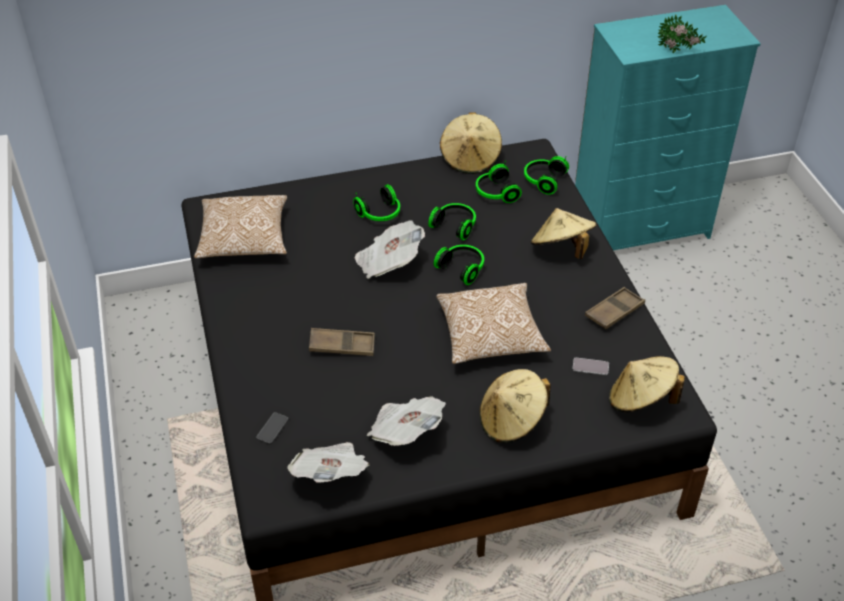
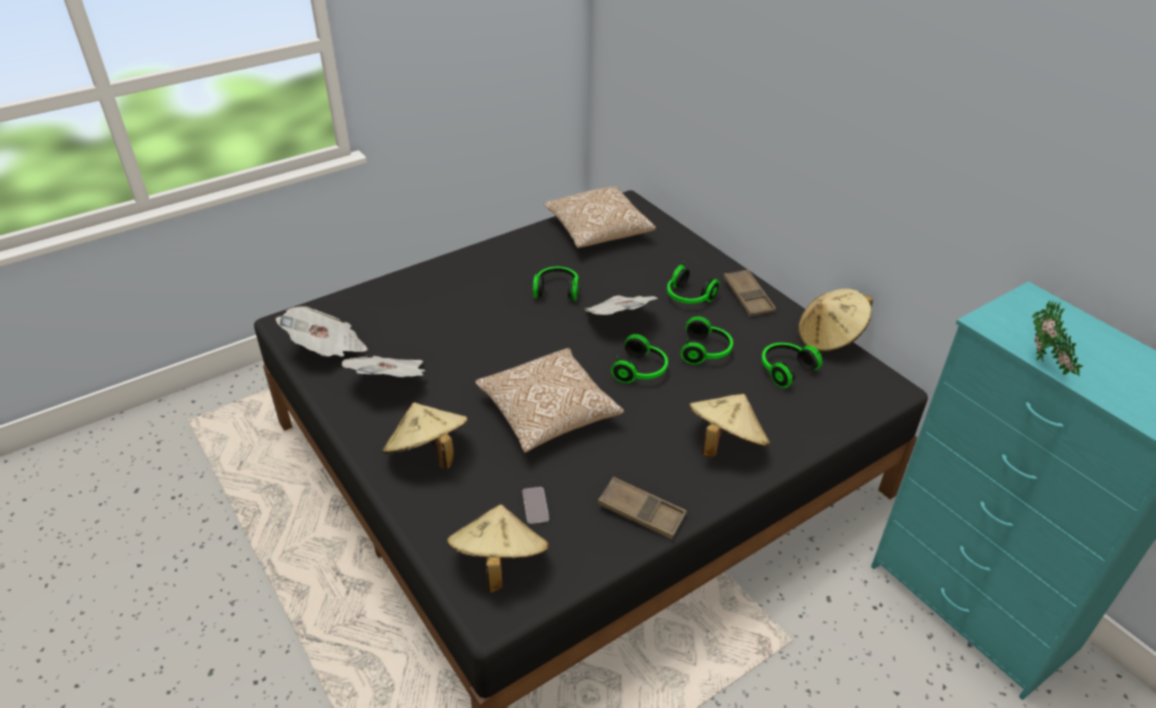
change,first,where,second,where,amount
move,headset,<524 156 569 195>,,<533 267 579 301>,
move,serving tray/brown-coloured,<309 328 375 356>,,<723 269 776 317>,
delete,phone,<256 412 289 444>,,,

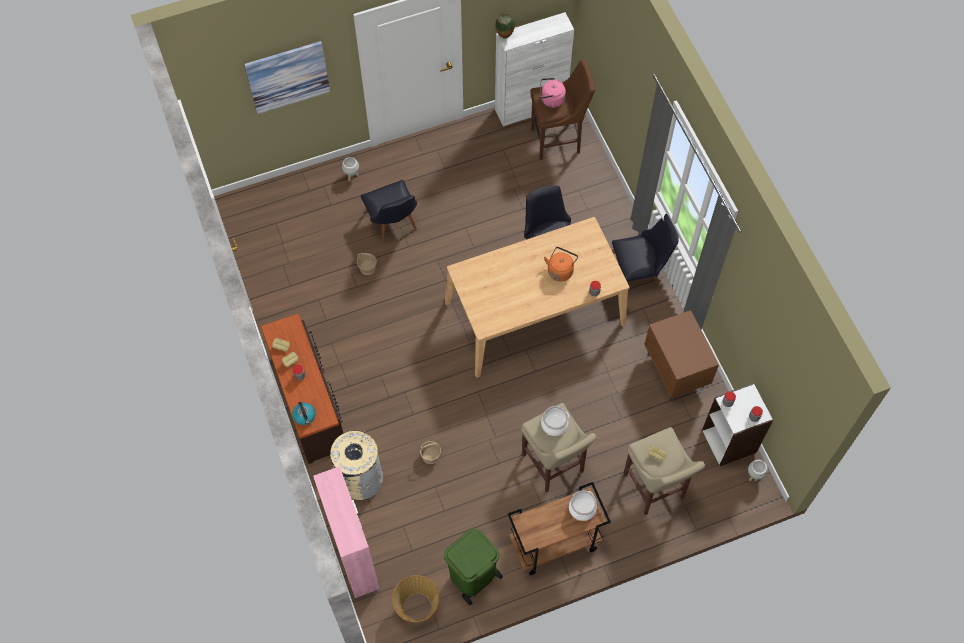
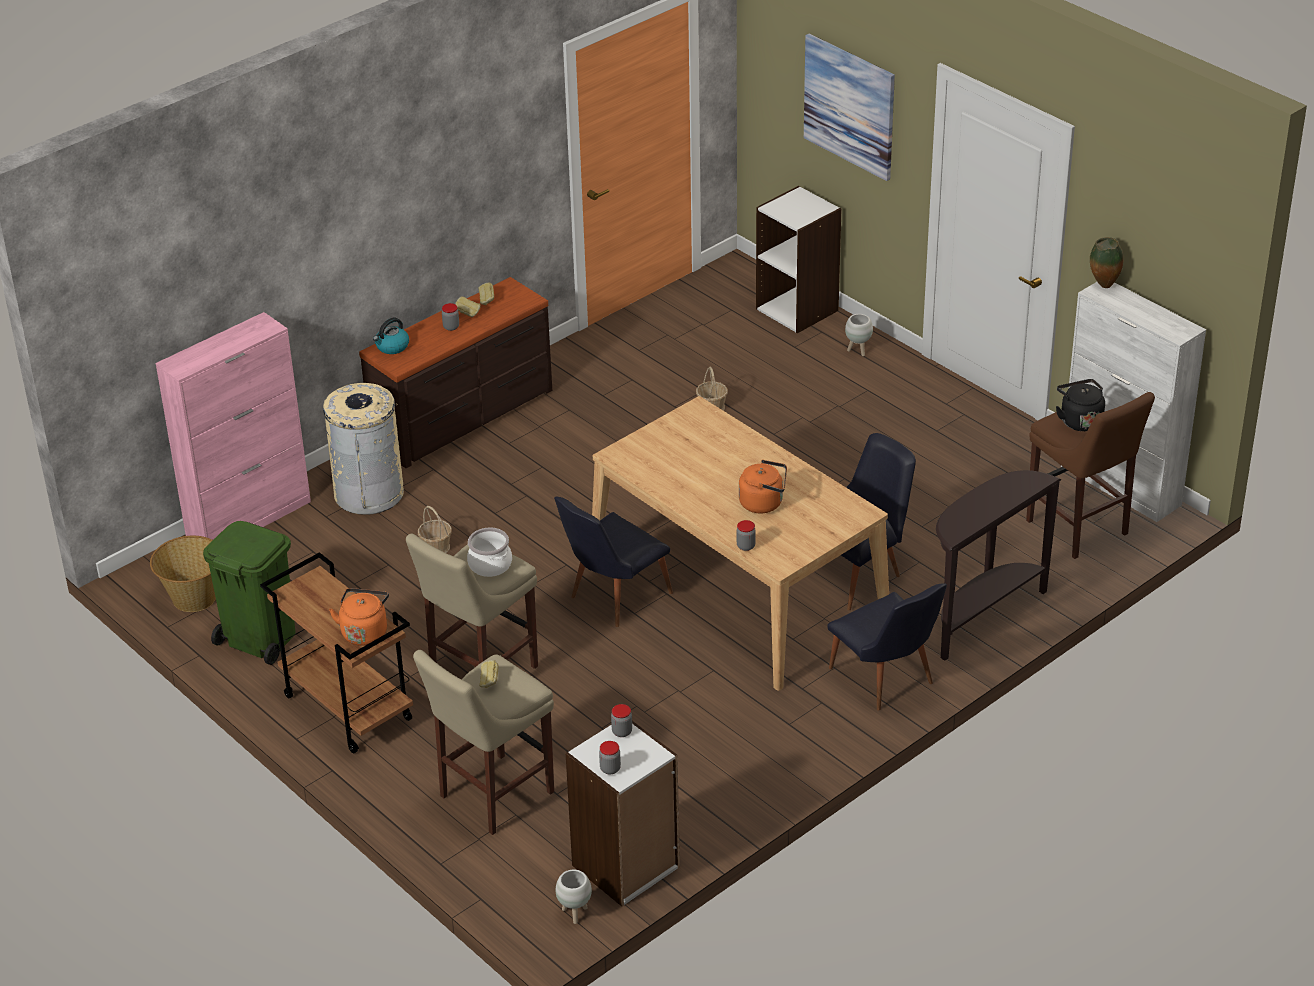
change,first,where,second,where,amount
recolor,kettle/pink,<540 78 566 108>,kettle/black,<1056 379 1105 431>,
move,upright chair/black,<361 180 417 243>,,<554 496 673 627>,
delete,bedside table/brown-coloured,<644 310 719 399>,,,
replace,saucepot,<569 490 597 521>,kettle/orange-coloured,<329 588 389 646>,
insert,,,shelving unit/white-coloured,<756 186 842 333>,
insert,,,hall table/brown-coloured,<936 470 1061 661>,

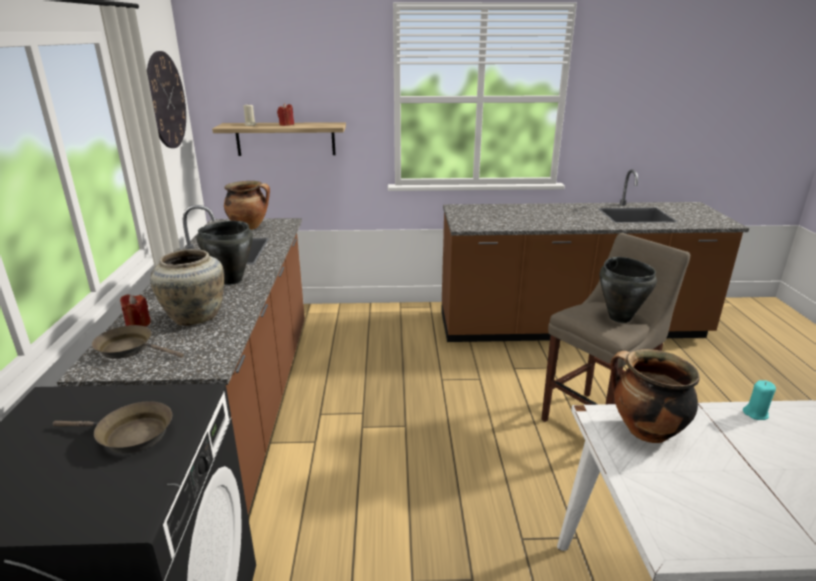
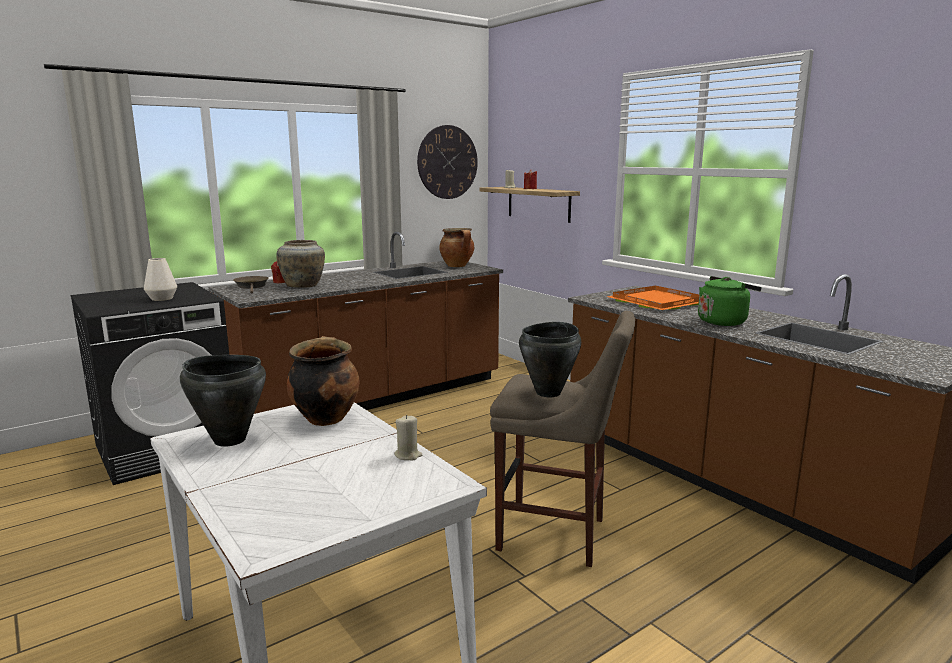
change,first,where,second,where,amount
move,saucepot/black,<197 221 253 285>,,<180 355 266 447>,
recolor,wax light/turquoise-coloured,<743 380 776 420>,wax light/beige-coloured,<394 415 422 460>,
replace,pan/brown-coloured,<53 401 172 454>,vase/white-coloured,<144 258 177 301>,
insert,,,kettle/greenish,<698 276 762 326>,
insert,,,serving tray/orange-coloured,<608 286 699 310>,

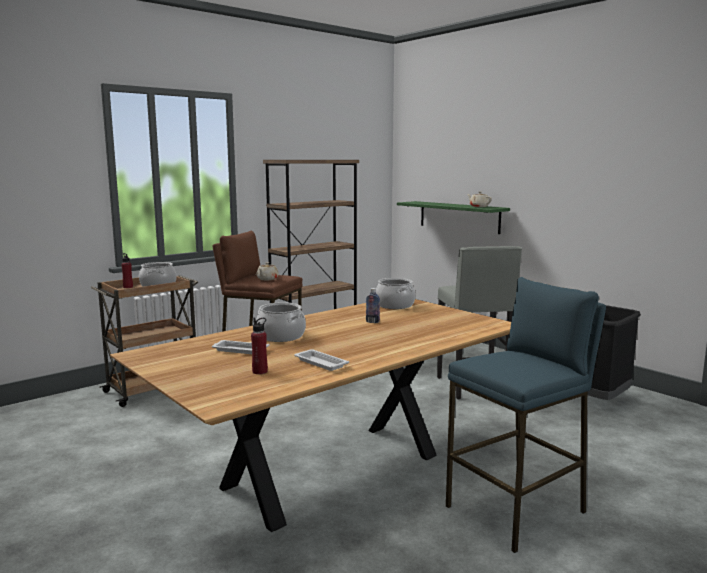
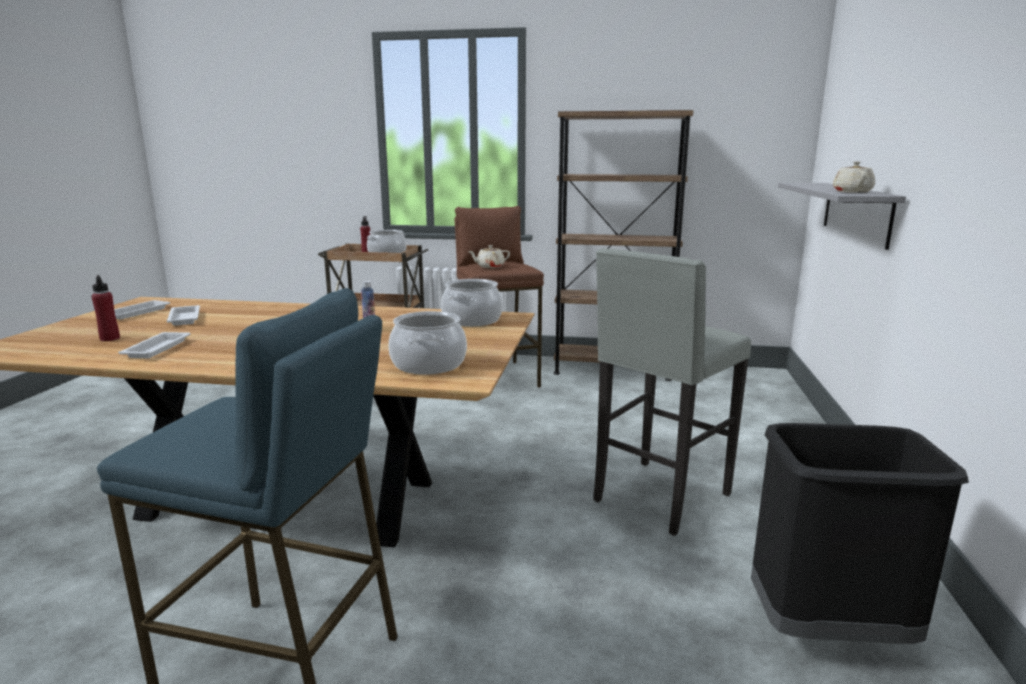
change,first,where,second,where,amount
recolor,wall shelf/greenish,<397 201 510 234>,wall shelf/grey,<778 183 906 250>,
move,saucepot,<256 302 306 342>,,<389 311 467 375>,
insert,,,serving tray/white-coloured,<114 300 170 319>,

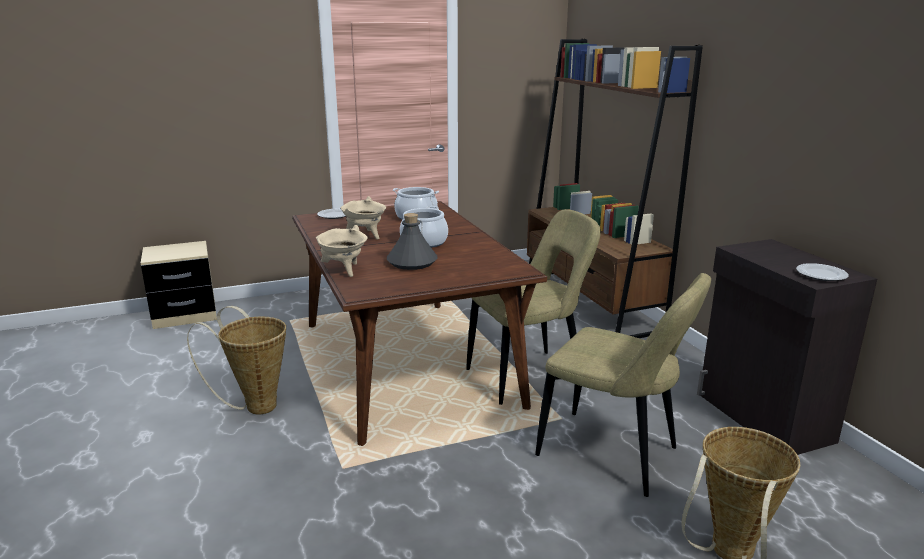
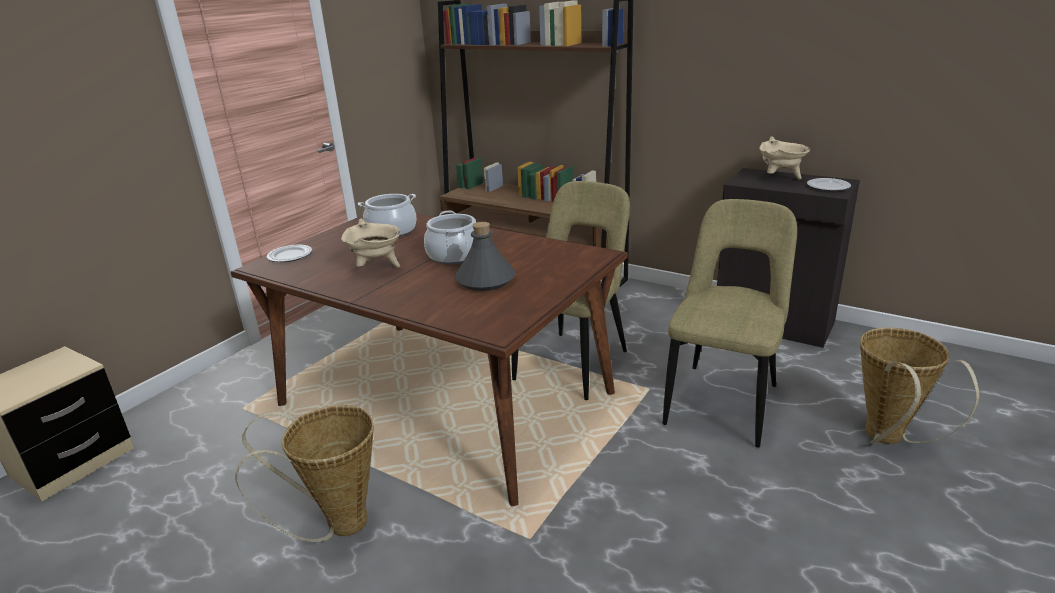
change,first,where,second,where,amount
move,saucepot/beige-coloured,<316 225 368 277>,,<759 136 810 180>,
rotate,upright chair/beige-coloured,<535 273 711 497>,,<663 199 797 447>,60 degrees counterclockwise

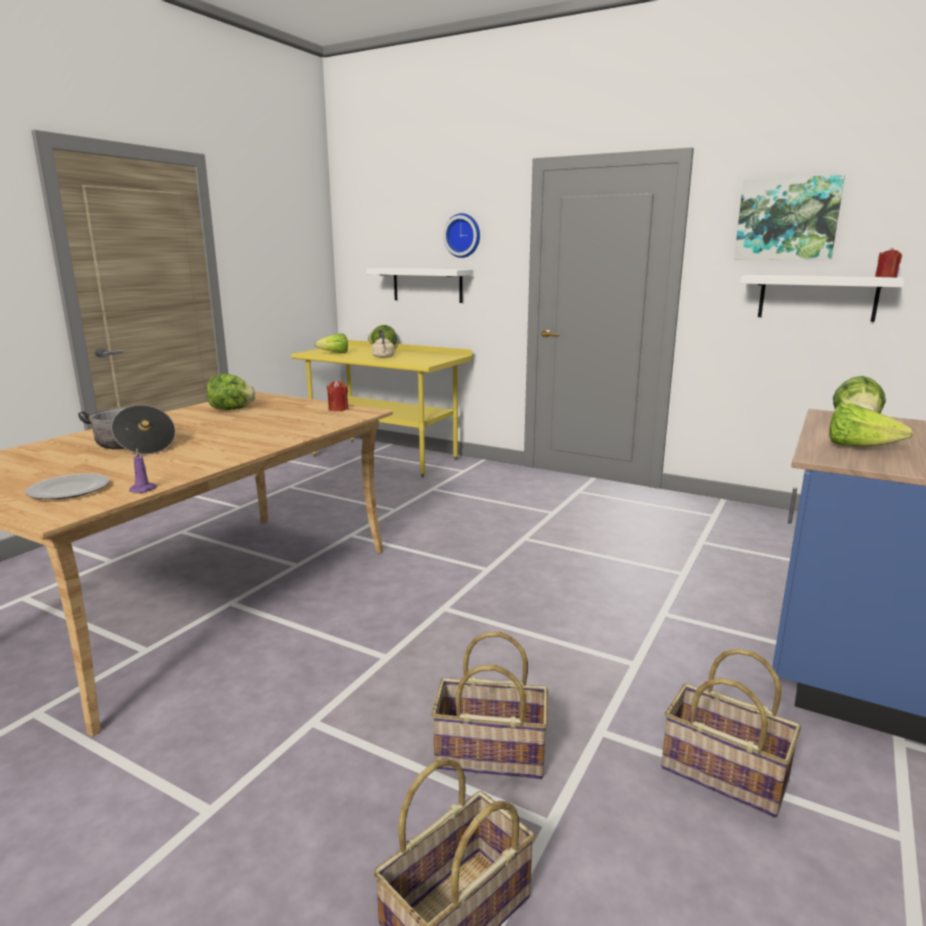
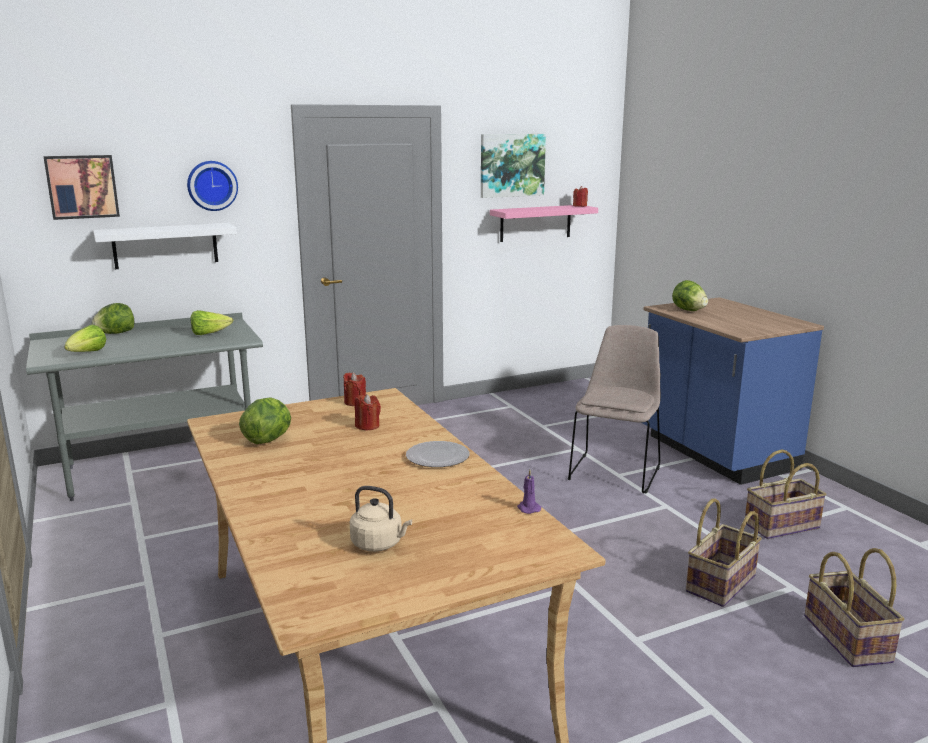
change,first,where,second,where,amount
recolor,wall shelf/white-coloured,<740 275 905 322>,wall shelf/pink,<490 205 598 242>,
move,kettle/beige-coloured,<372 329 394 358>,,<350 486 412 552>,
recolor,desk table/yellowish,<291 340 472 478>,desk table/grey,<26 313 263 501>,
move,lettuce,<829 403 914 447>,,<191 310 233 335>,
delete,saucepot,<78 405 176 454>,,,
move,flat dish,<25 473 110 499>,,<406 441 470 467>,
insert,,,wall art,<43 155 120 220>,
insert,,,upright chair/beige-coloured,<568 325 661 494>,
insert,,,wax light/red,<355 394 381 430>,

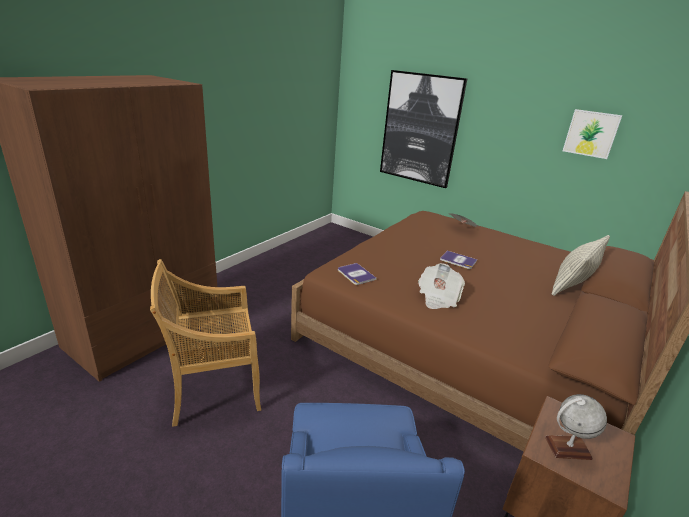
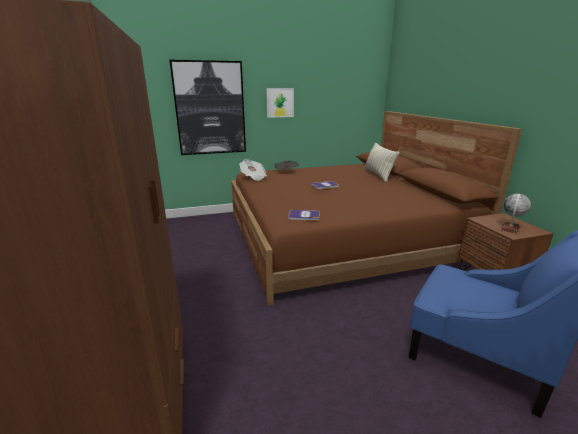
change,first,where,second,where,amount
move,wall art,<563 109 623 159>,,<266 88 294 118>,
delete,upright chair/beige-coloured,<150 259 261 427>,,,
move,newspaper,<418 263 465 309>,,<239 159 267 181>,

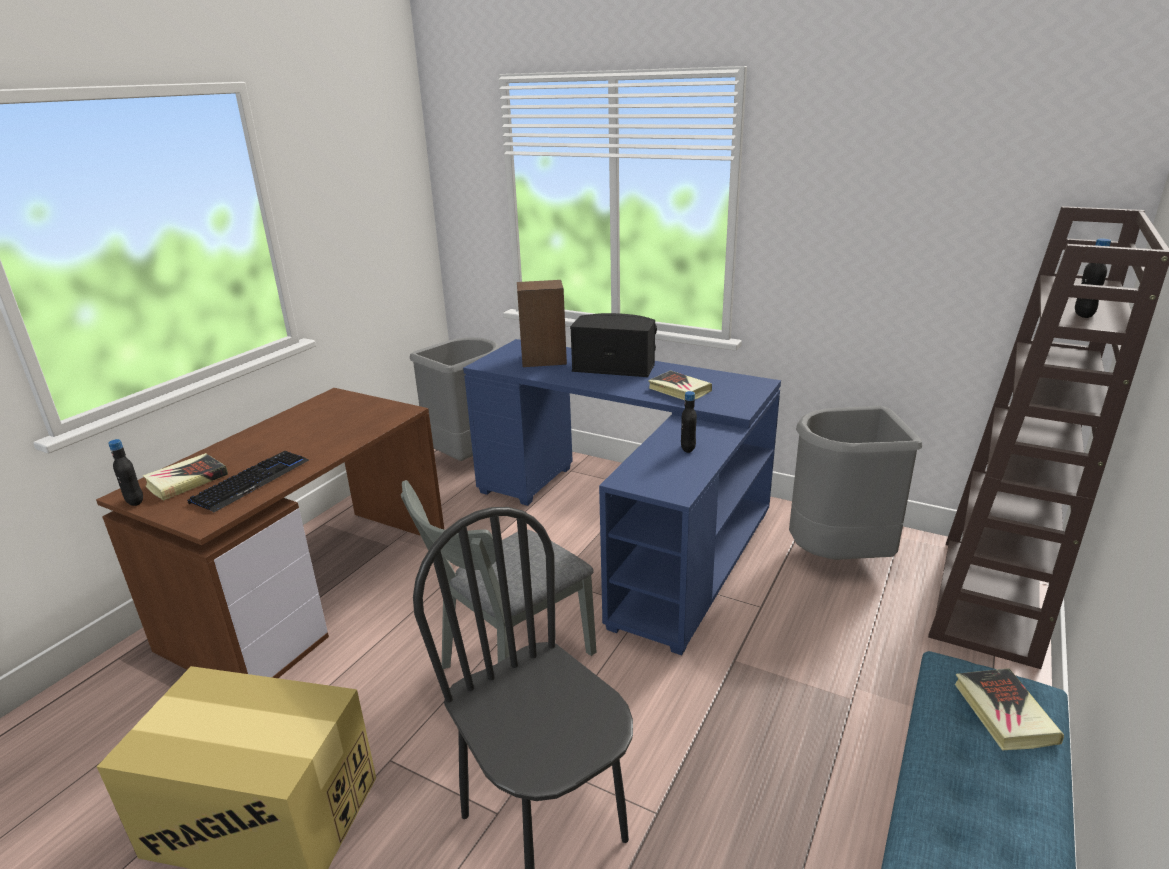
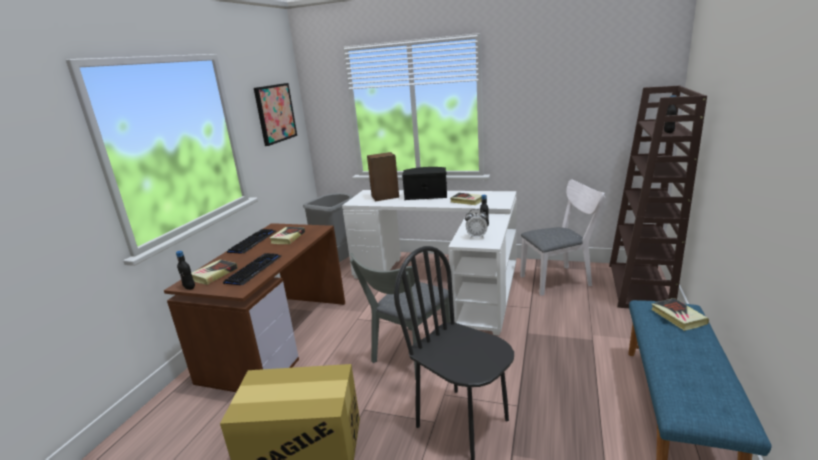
change,first,where,second,where,amount
recolor,desk table/bluish,<463 339 781 655>,desk table/white-coloured,<342 190 516 335>,
replace,rubbish bin/grey,<789 406 923 560>,upright chair/white-coloured,<520 180 605 296>,
insert,,,wall art,<254 83 297 146>,
insert,,,table clock,<465 209 488 239>,
insert,,,volume,<269 227 305 244>,
insert,,,PC keyboard,<227 229 276 254>,

